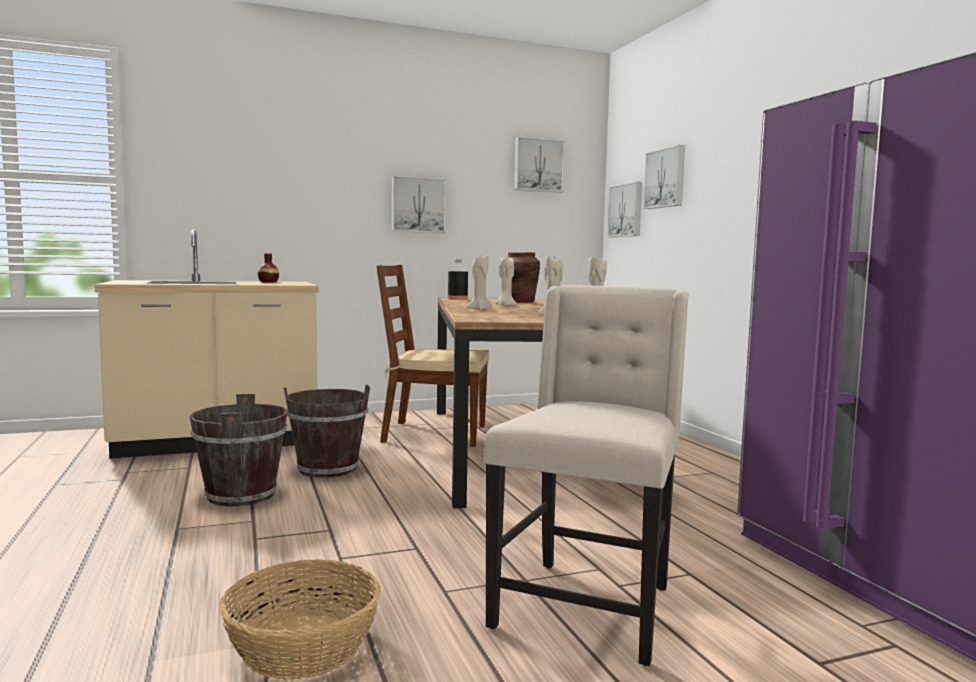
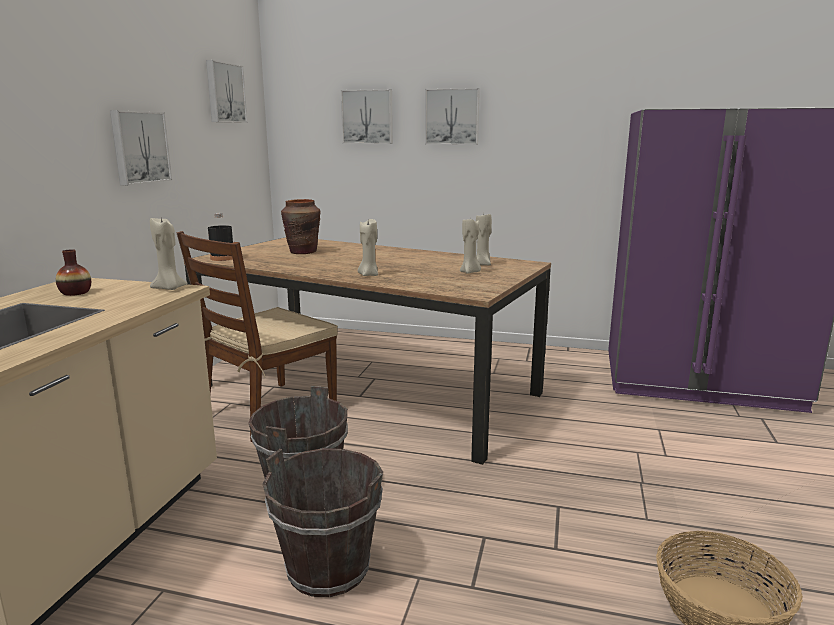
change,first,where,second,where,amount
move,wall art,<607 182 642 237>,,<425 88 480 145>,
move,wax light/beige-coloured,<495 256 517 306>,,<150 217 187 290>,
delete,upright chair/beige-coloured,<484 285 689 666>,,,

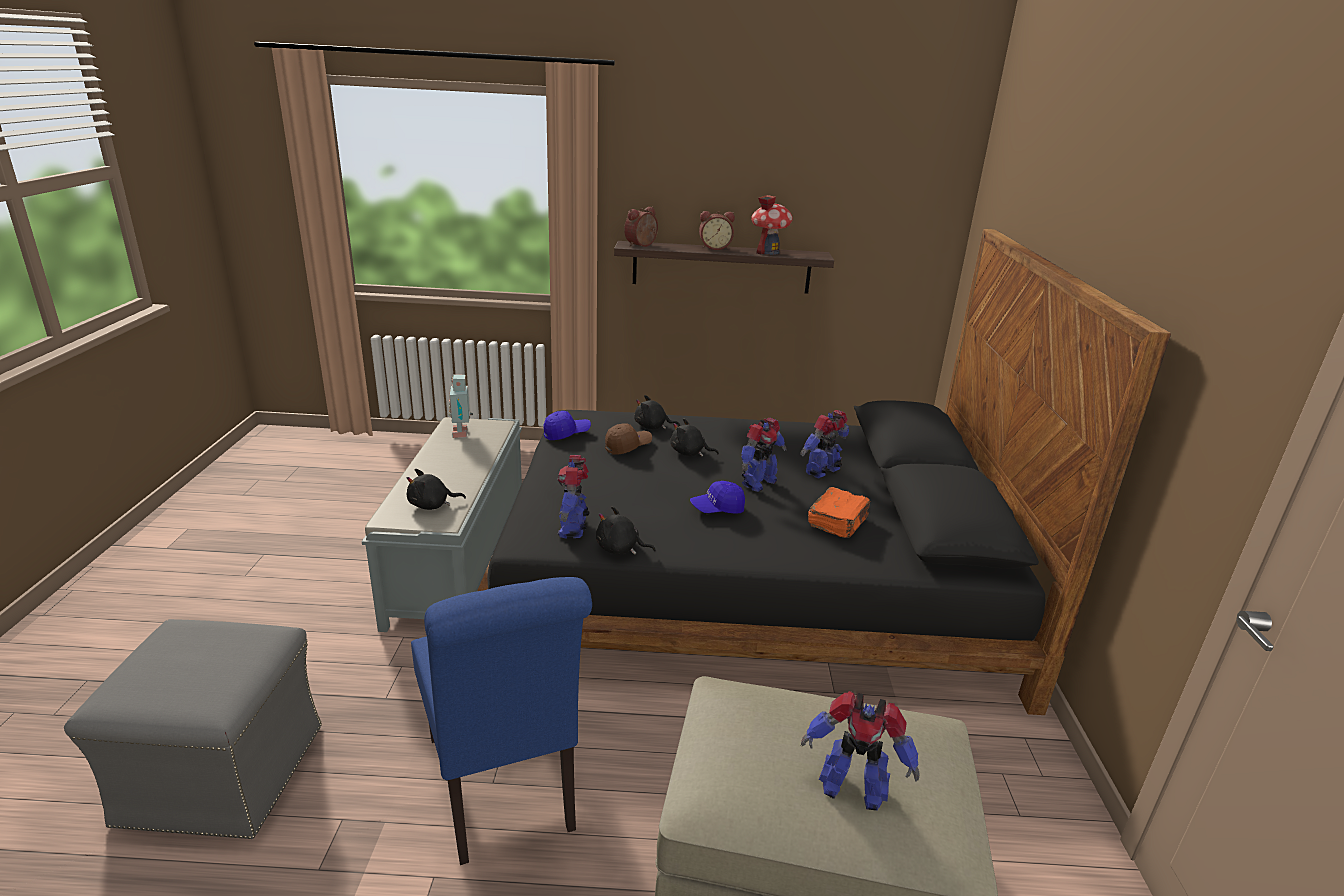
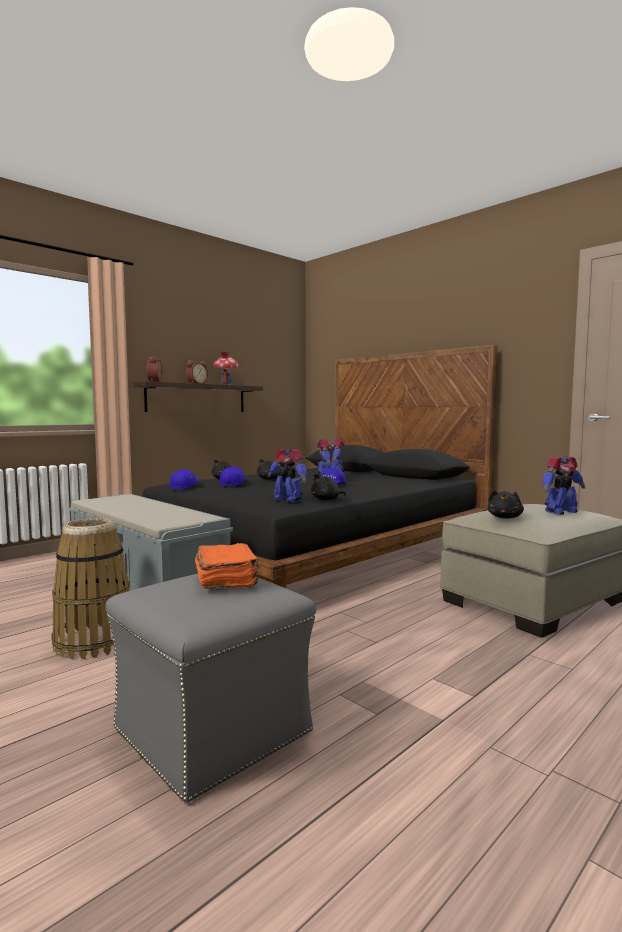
change,first,where,second,where,amount
delete,robot figure,<448 374 473 438>,,,
recolor,baseball cap/brown-coloured,<605 423 652 455>,baseball cap/bluish,<220 467 246 486>,
move,soft toy/black,<406 469 466 510>,,<488 490 524 519>,
move,volume/orange-coloured,<808 487 870 538>,,<195 543 261 589>,
delete,upright chair/bluish,<411 577 592 865>,,,
insert,,,basket,<52 518 130 659>,

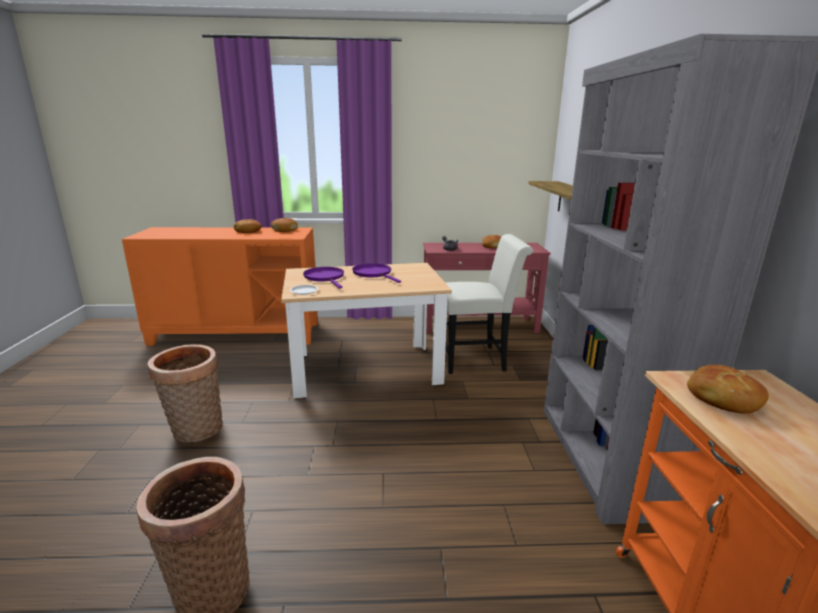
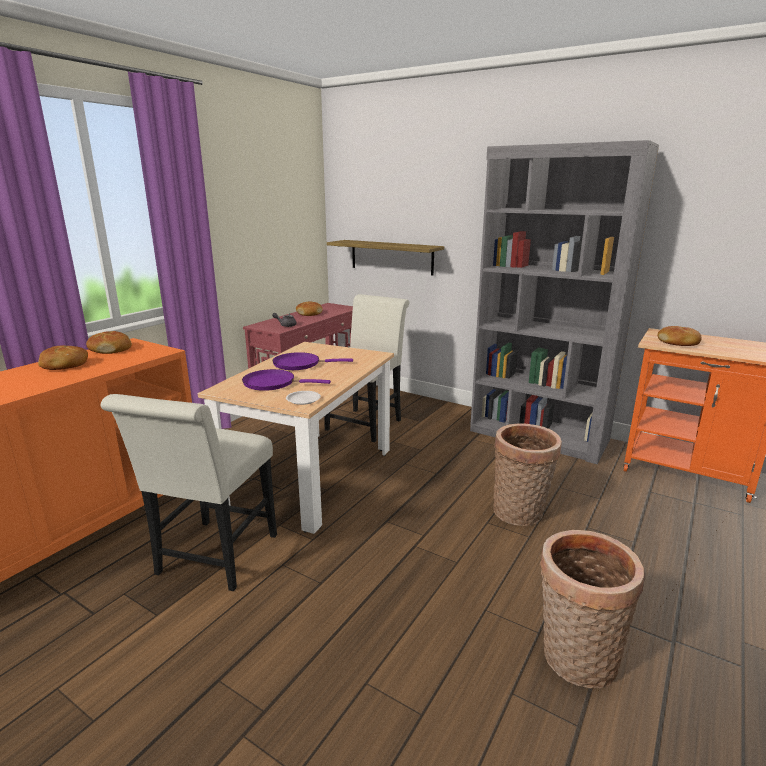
change,first,where,second,where,amount
move,basket,<148 344 223 442>,,<493 423 562 526>,
insert,,,upright chair/white-coloured,<101 394 277 591>,

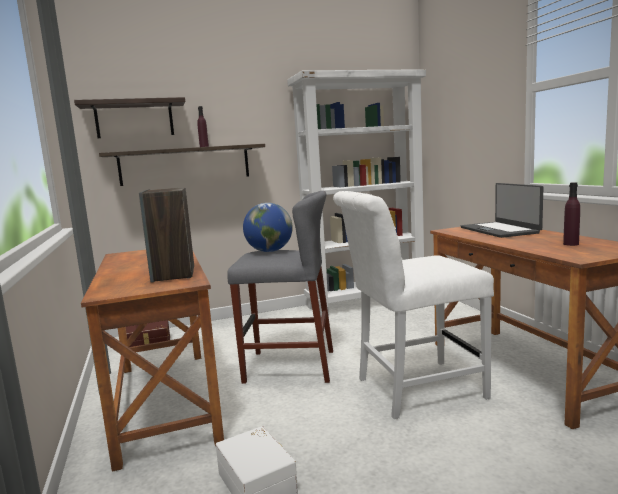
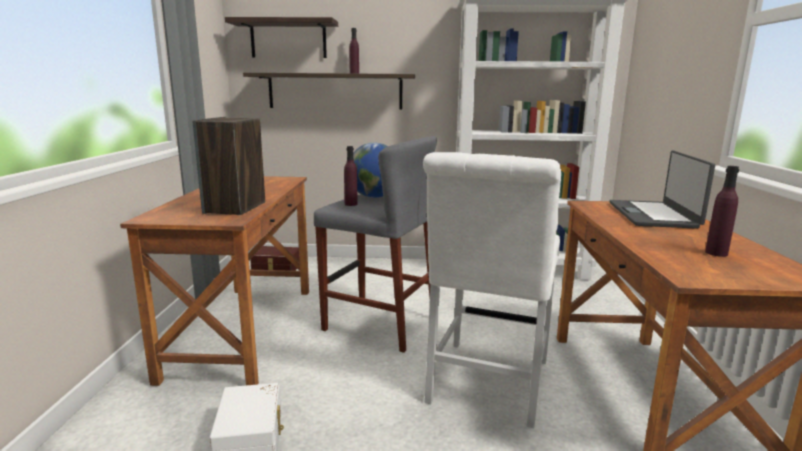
change,first,where,second,where,amount
rotate,upright chair/white-coloured,<333 191 494 419>,,<423 152 561 428>,75 degrees counterclockwise
insert,,,drink bottle/purplish,<344 146 358 206>,

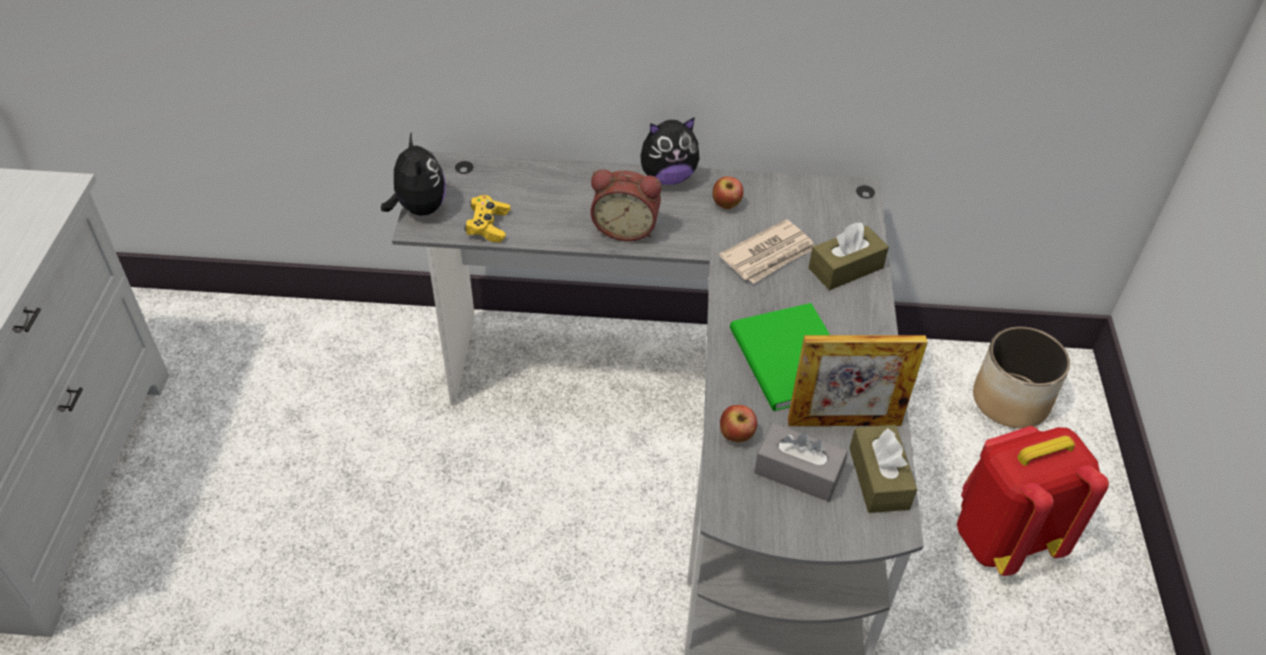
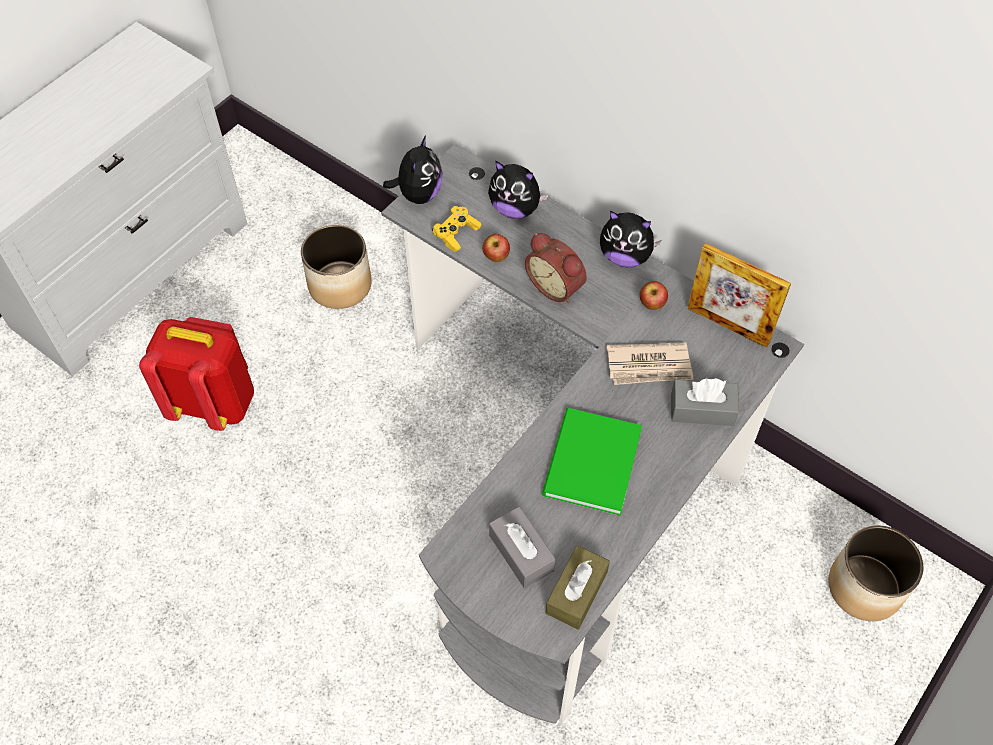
change,first,where,second,where,amount
recolor,box of tissues/brown-coloured,<809 222 889 290>,box of tissues/grey,<671 378 739 426>,
move,picture frame,<788 335 928 426>,,<687 243 791 348>,
move,apple fruit,<720 405 757 442>,,<482 234 510 262>,
move,knapsack/red,<957 426 1109 576>,,<139 317 254 431>,
insert,,,soft toy,<488 161 549 219>,
insert,,,flower pot,<301 224 372 309>,

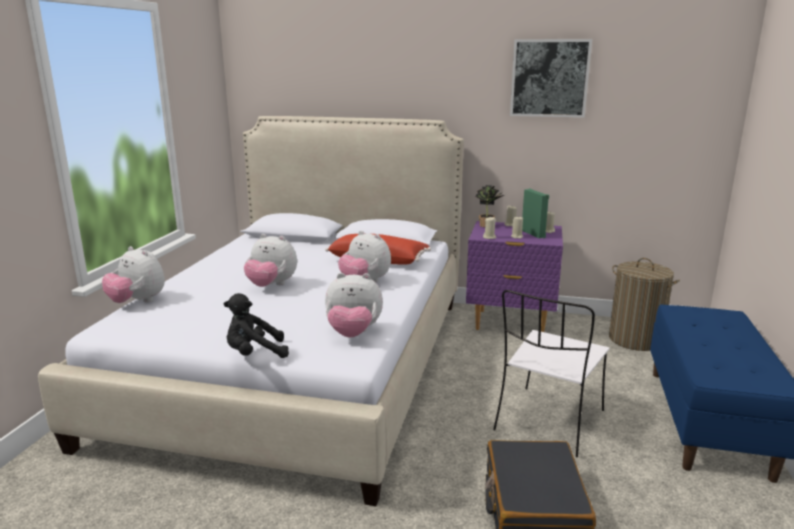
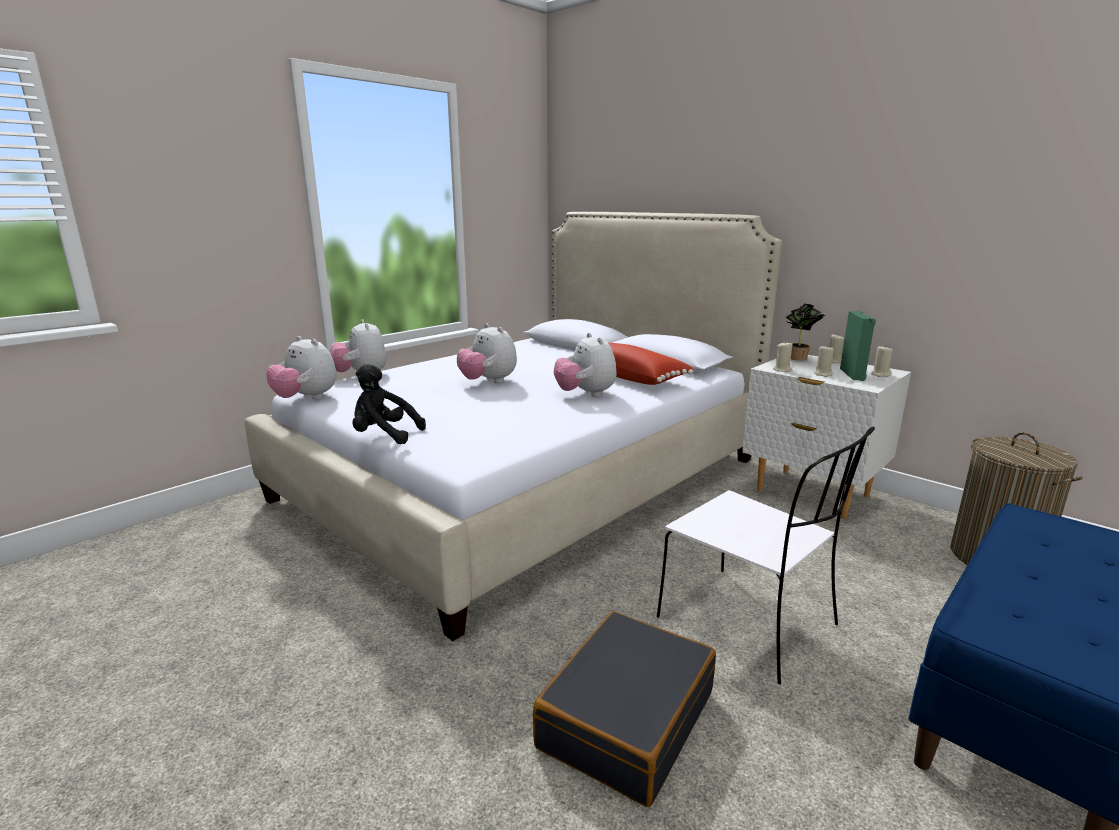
change,first,where,second,where,amount
delete,wall art,<510 39 592 118>,,,
recolor,bedside table/purplish,<466 221 563 332>,bedside table/white-coloured,<742 355 911 519>,
move,soft toy,<325 273 383 338>,,<266 336 337 400>,
rotate,upright chair/white-coloured,<493 290 609 457>,,<657 427 875 684>,105 degrees counterclockwise

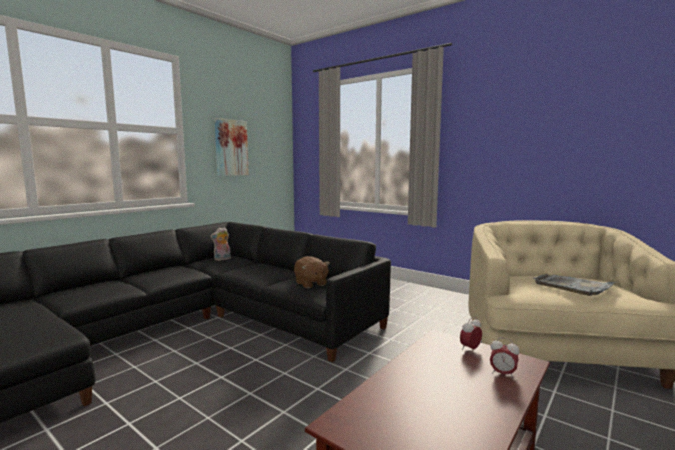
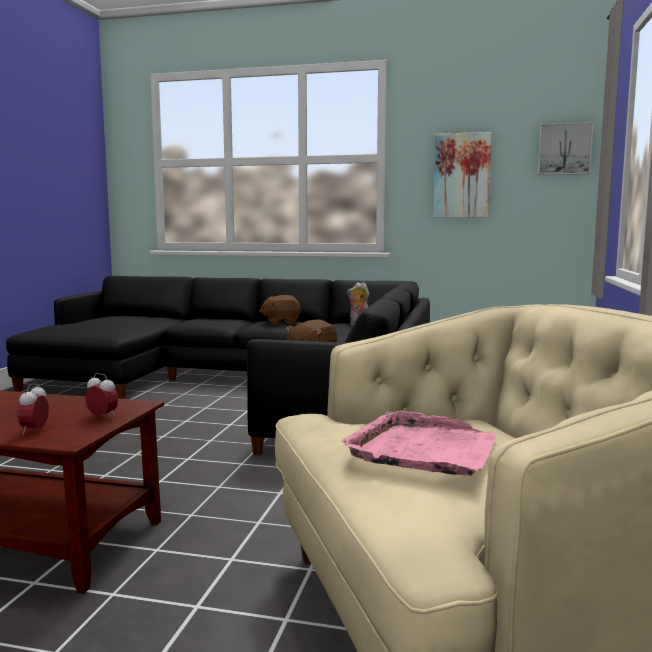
change,first,where,second,where,amount
recolor,serving tray/grey,<534 274 616 296>,serving tray/pink,<341 411 496 476>,
insert,,,wall art,<538 122 594 175>,
insert,,,soft toy/brown-coloured,<259 295 301 325>,

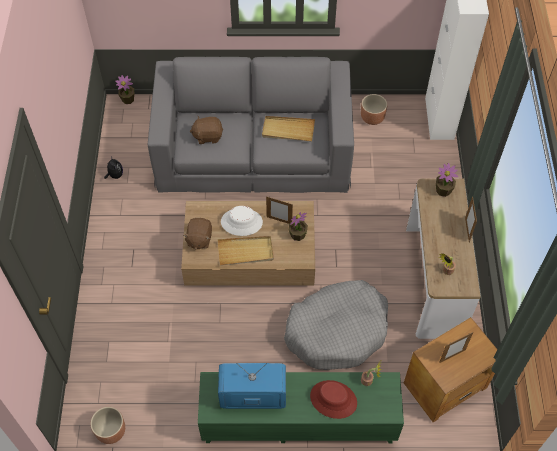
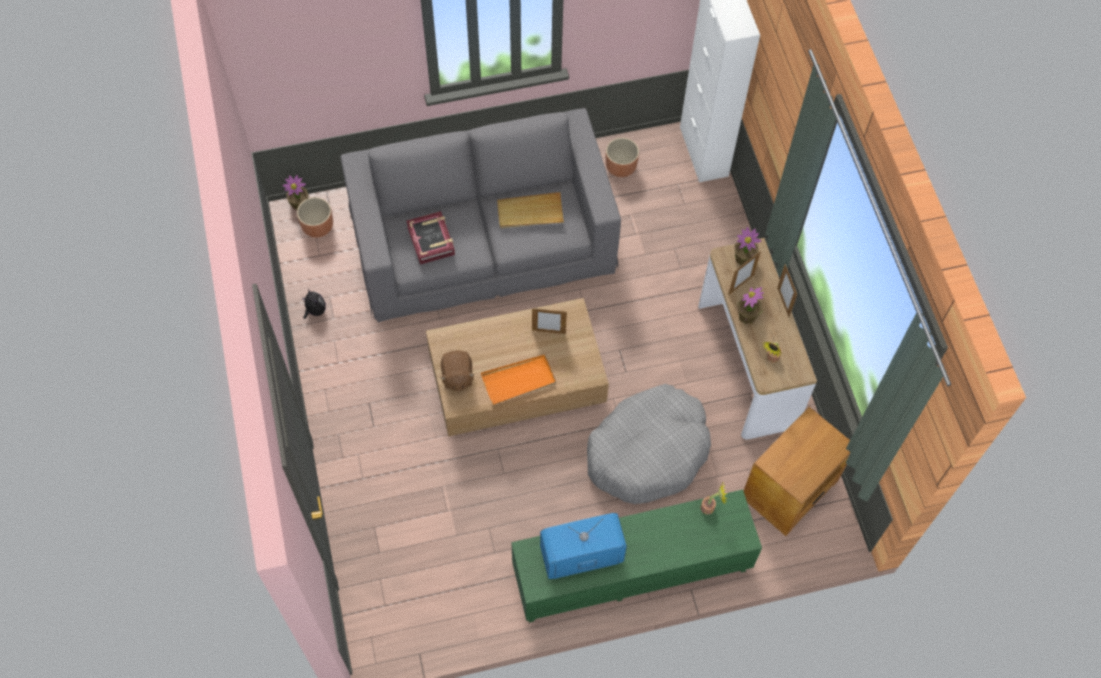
change,first,where,second,where,amount
replace,soft toy/brown-coloured,<190 116 223 144>,volume,<406 211 455 265>,
delete,clothing hat/white-coloured,<221 206 263 236>,,,
move,plant in a pot,<288 212 308 241>,,<737 287 764 324>,
recolor,serving tray/beige-coloured,<217 236 274 265>,serving tray/orange-coloured,<481 354 556 405>,
move,picture frame,<439 332 473 363>,,<728 251 761 295>,
delete,clothing hat/red,<310 380 357 419>,,,
move,flower pot/brown-coloured,<90 407 125 444>,,<297 197 333 238>,

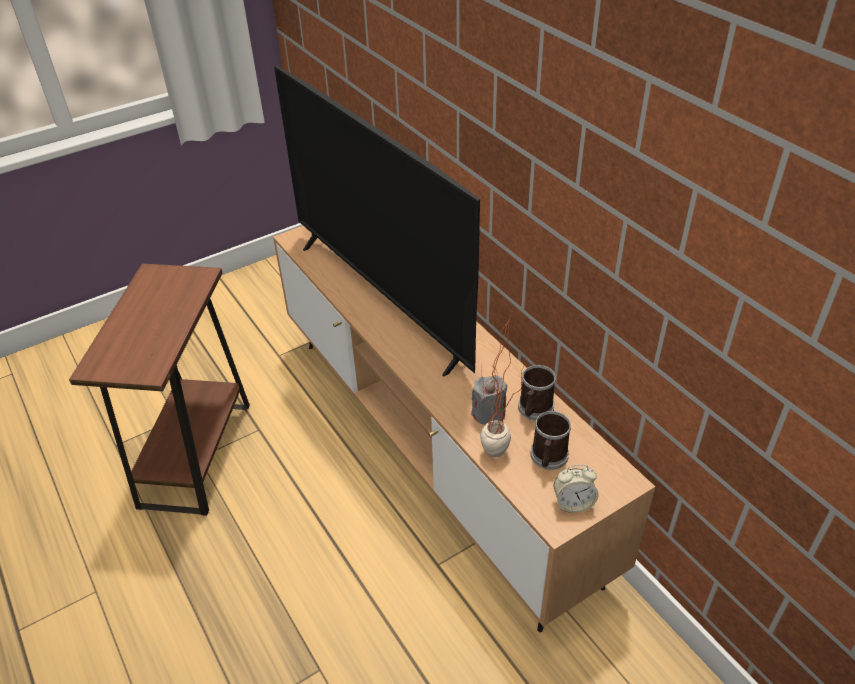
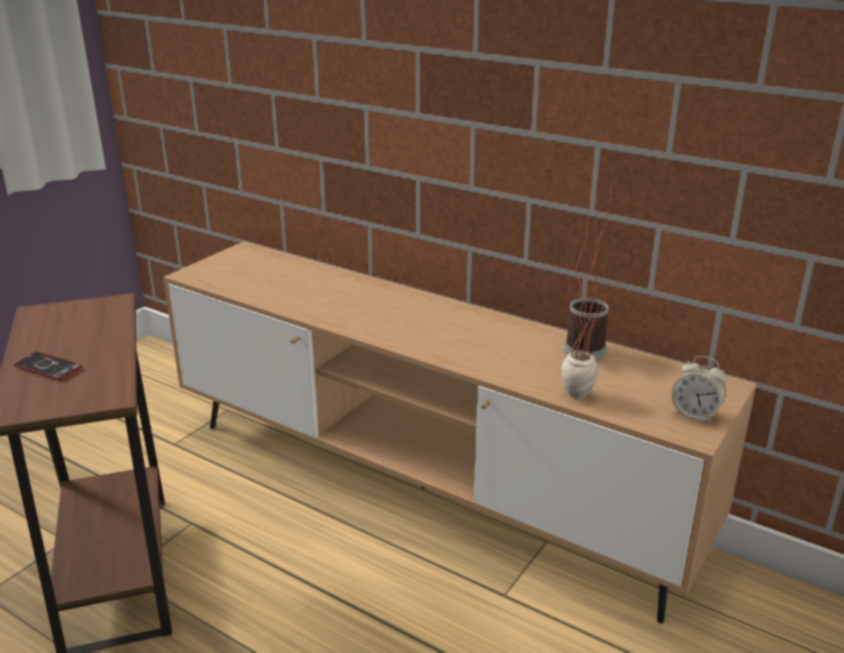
change,first,where,second,where,amount
delete,TV,<274 66 480 377>,,,
delete,wax light/grey,<472 375 507 425>,,,
delete,tea mug,<530 411 571 470>,,,
rotate,table clock,<553 464 598 513>,,<671 356 727 423>,60 degrees clockwise
insert,,,phone,<14 352 82 380>,

